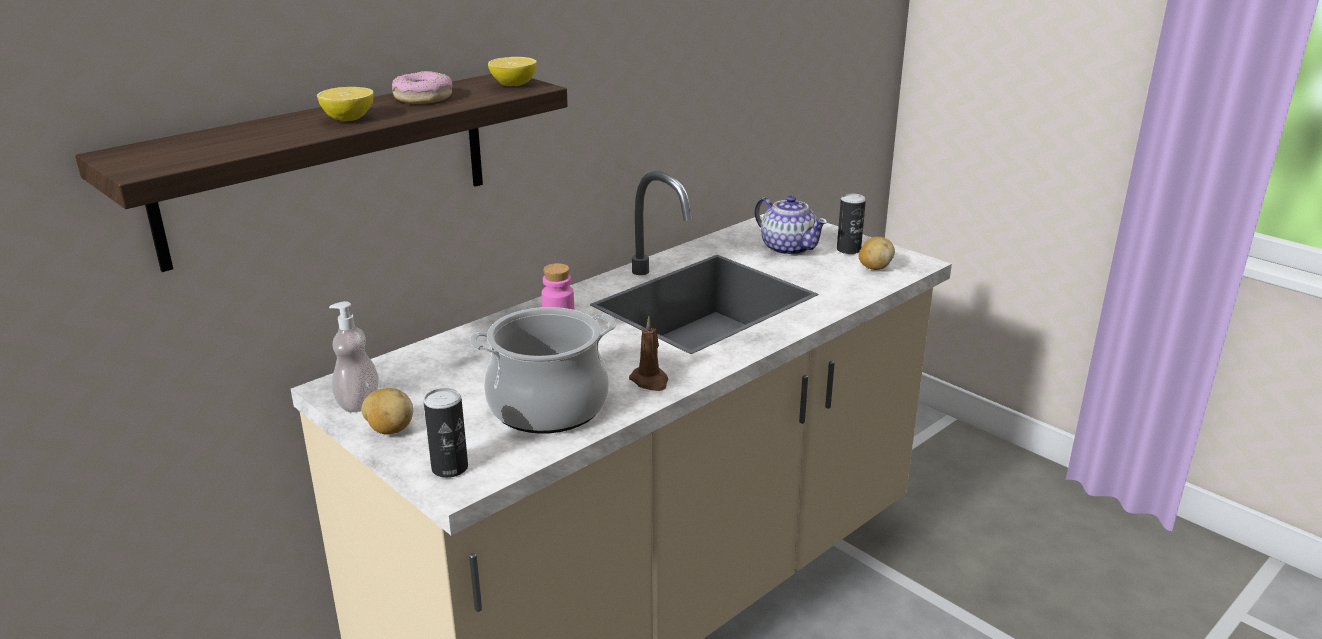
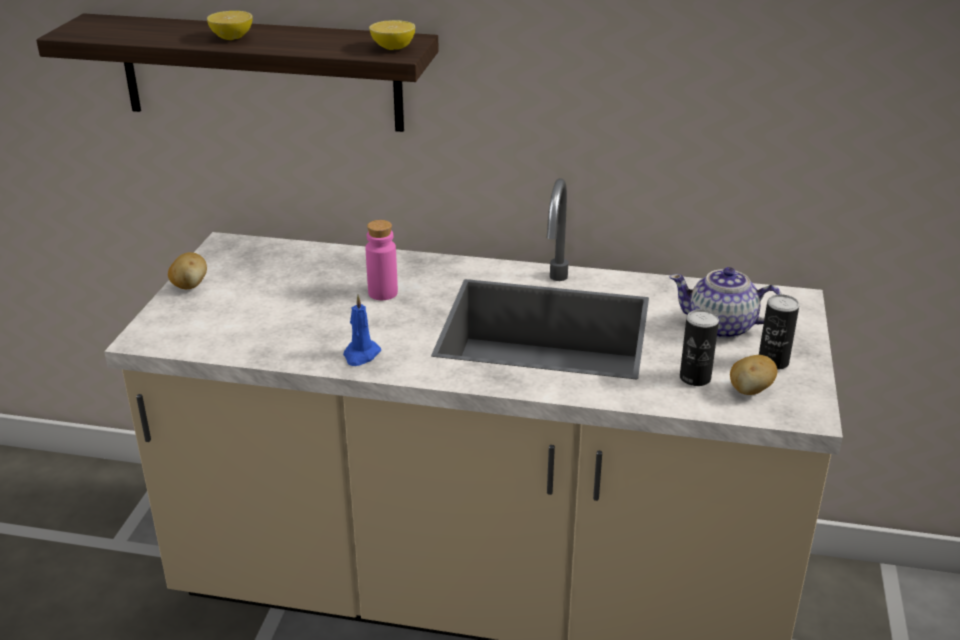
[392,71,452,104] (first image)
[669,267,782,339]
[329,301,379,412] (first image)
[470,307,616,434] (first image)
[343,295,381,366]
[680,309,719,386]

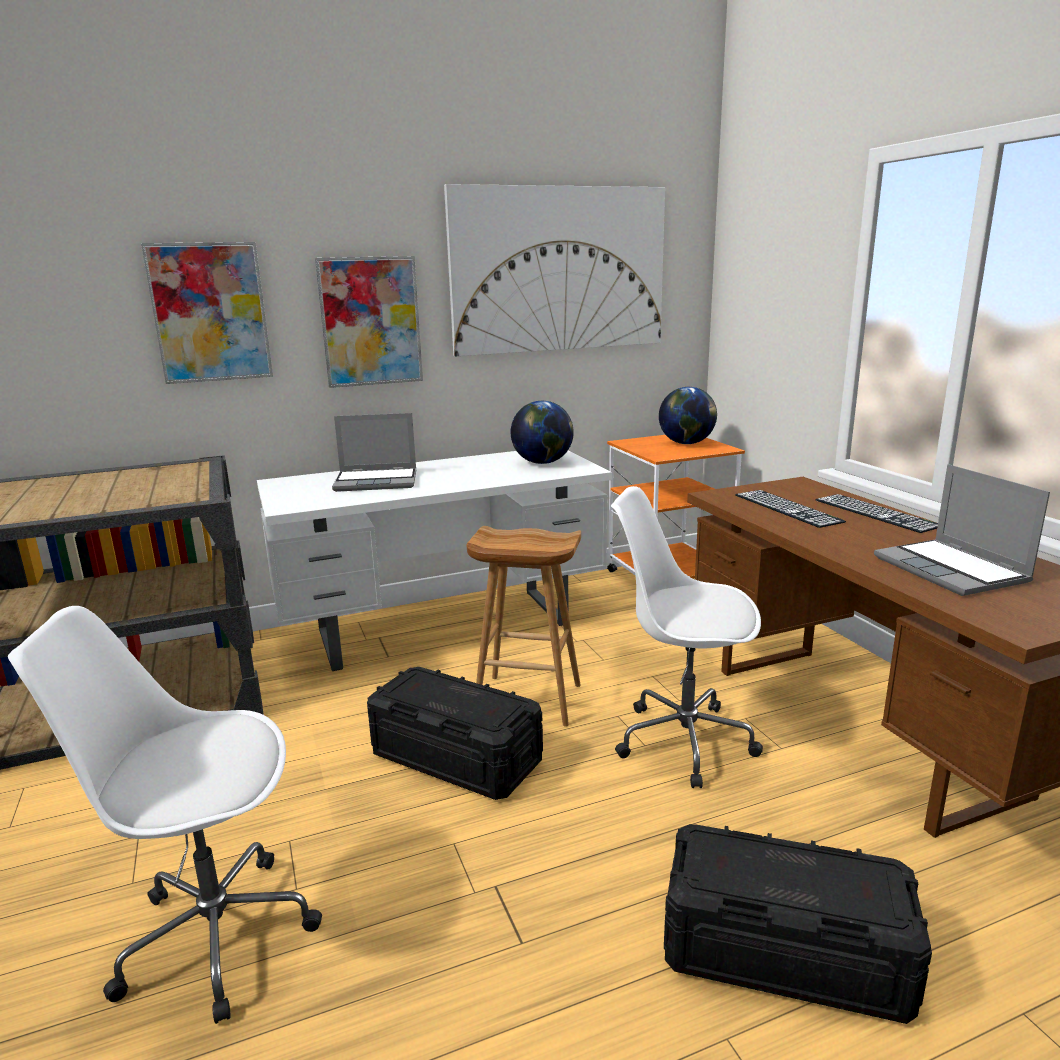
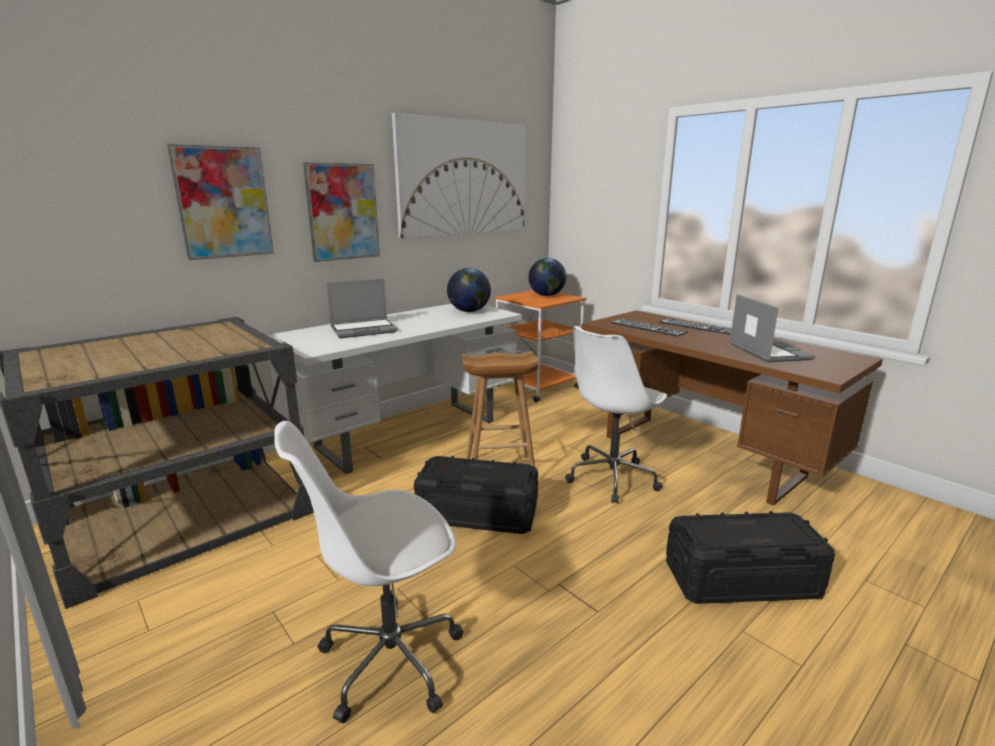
[729,294,815,362]
[565,326,667,503]

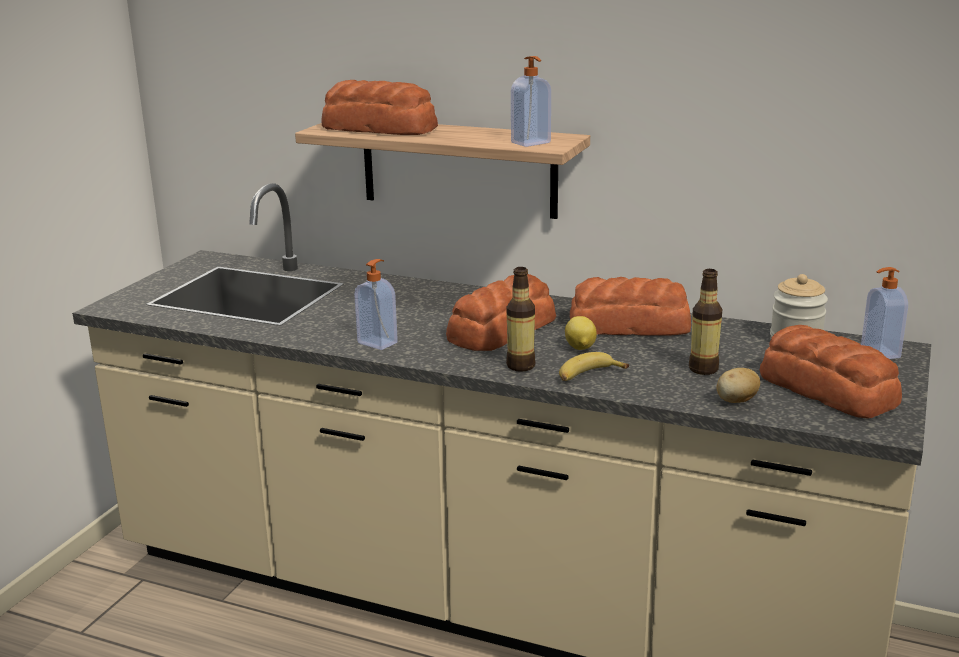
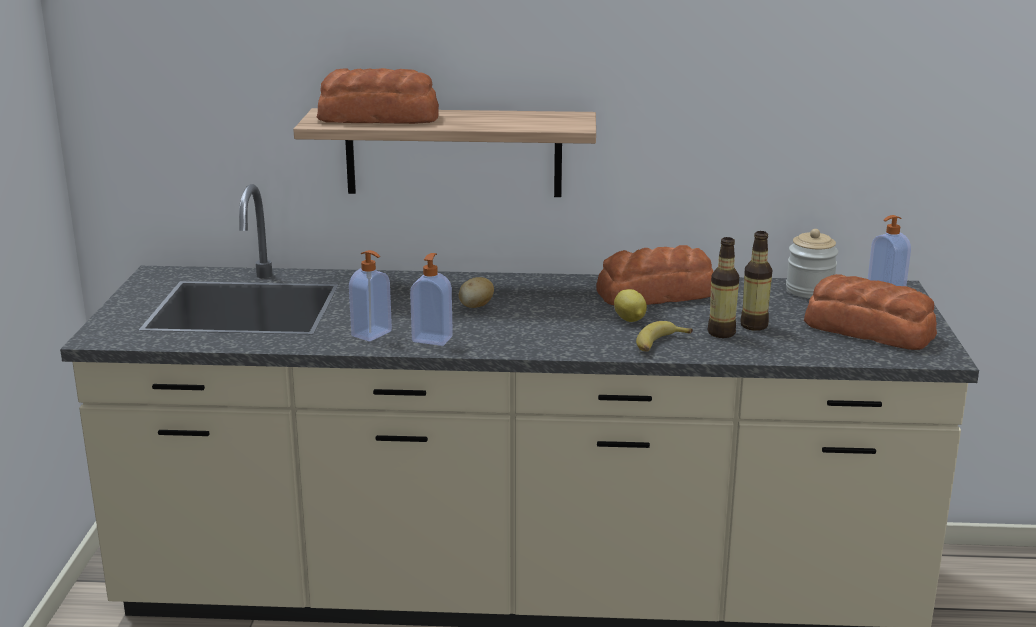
[349,250,392,342]
[708,237,739,338]
[446,274,556,351] (first image)
[459,277,494,308]

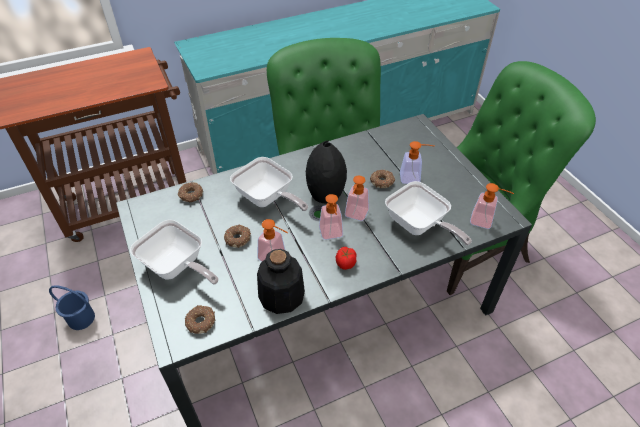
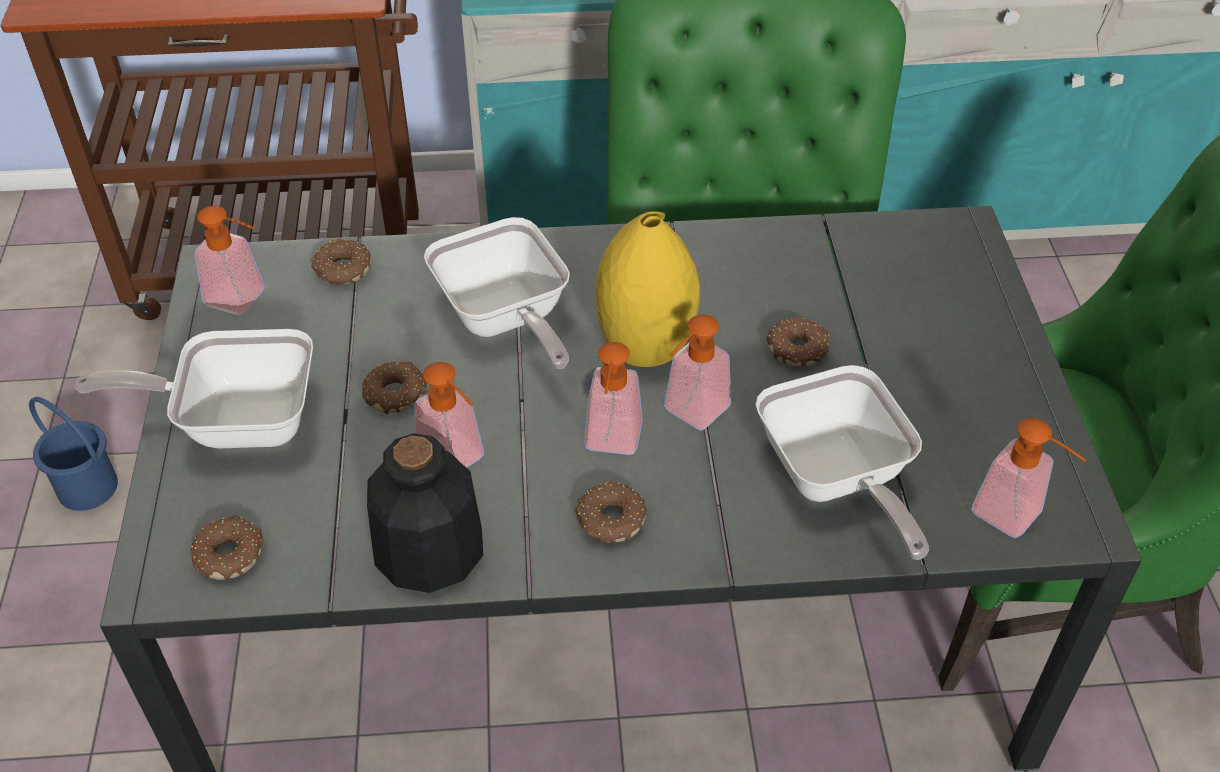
[596,211,700,367]
[195,206,265,315]
[75,329,313,448]
[575,482,647,544]

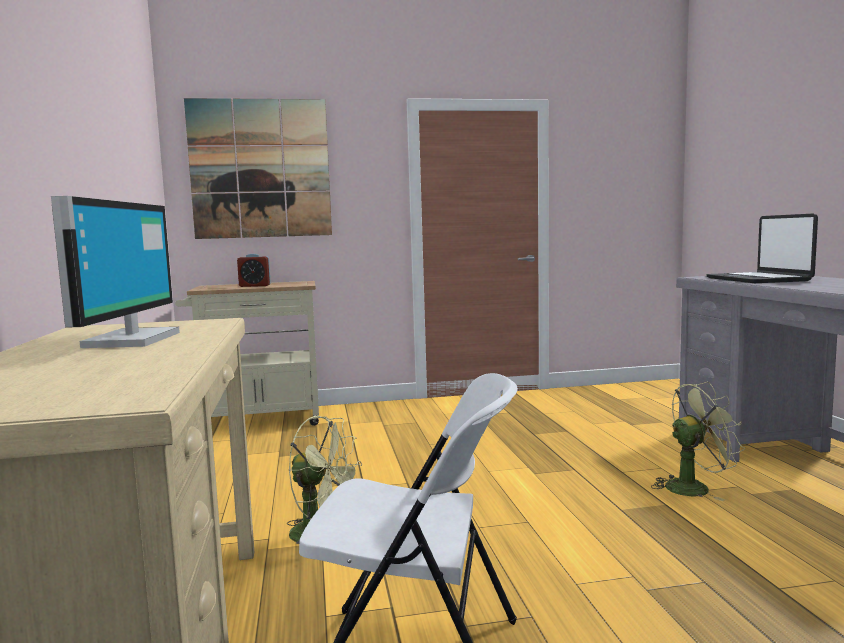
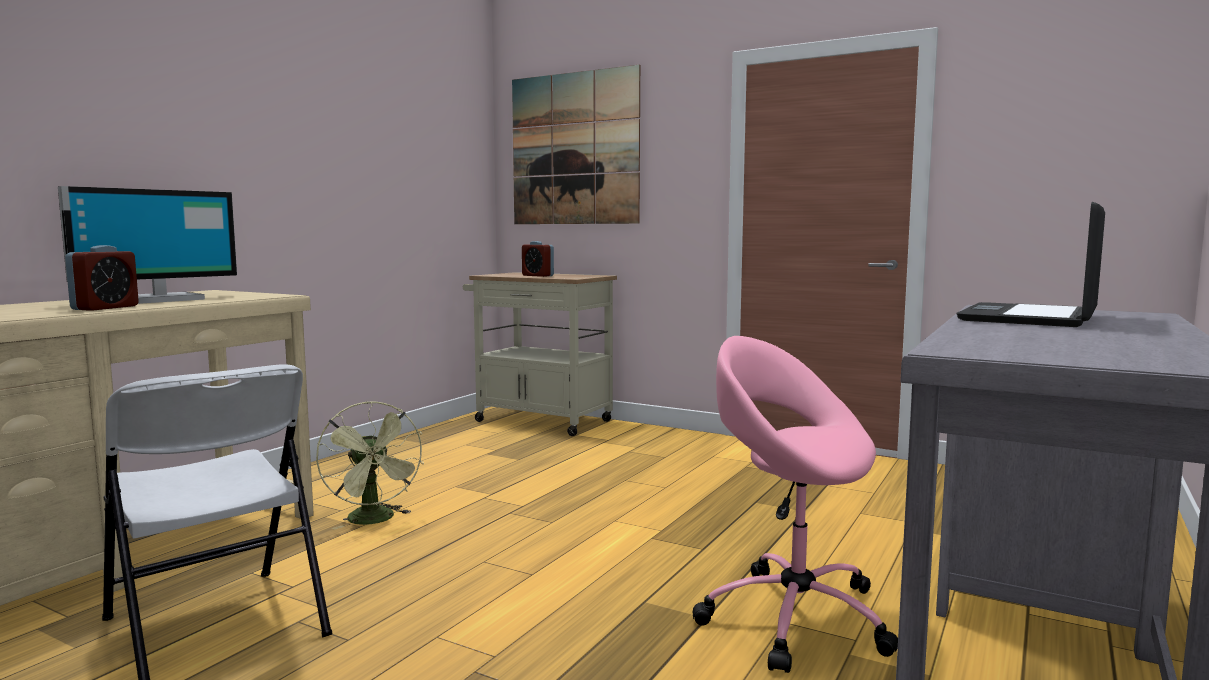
[693,336,898,673]
[65,245,139,311]

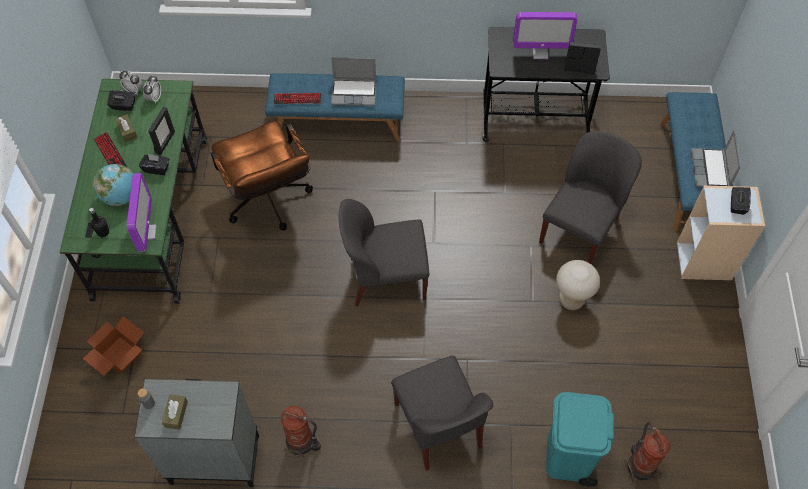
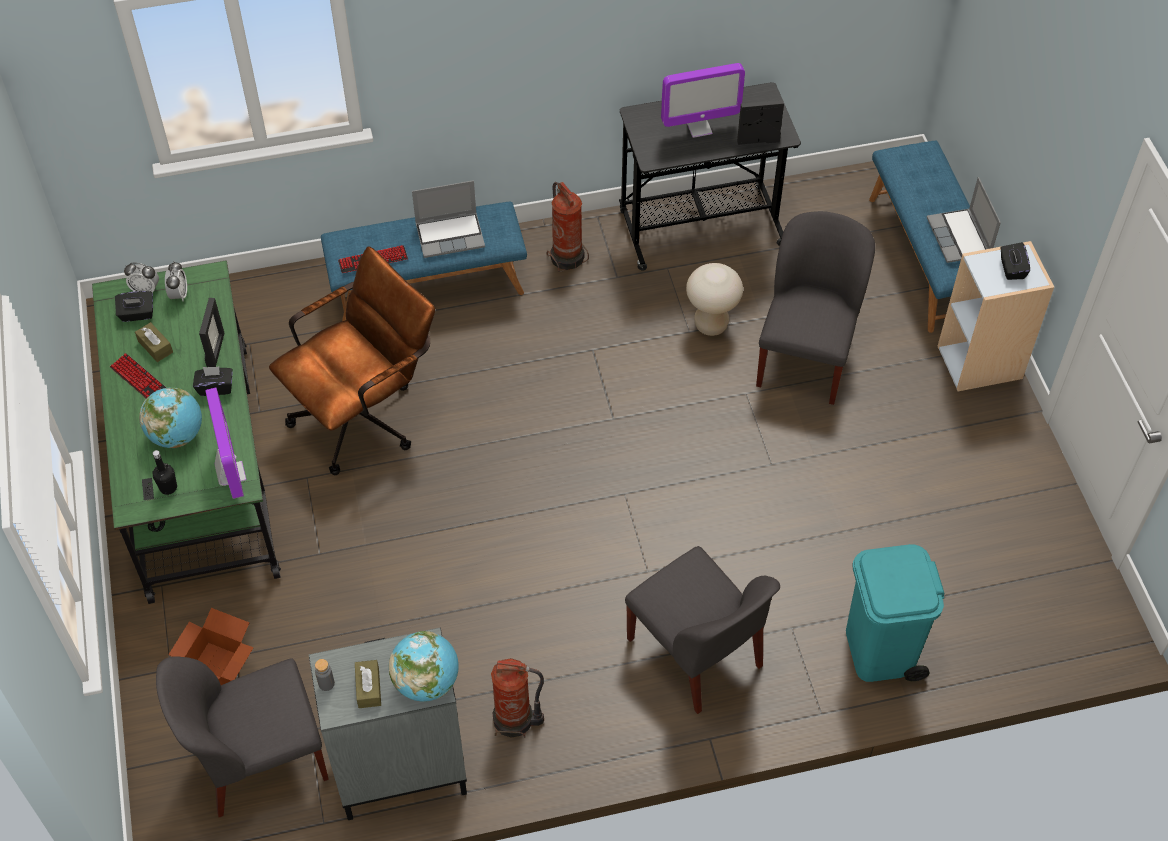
[269,246,435,475]
[156,656,329,817]
[686,263,743,336]
[547,182,589,272]
[389,631,459,702]

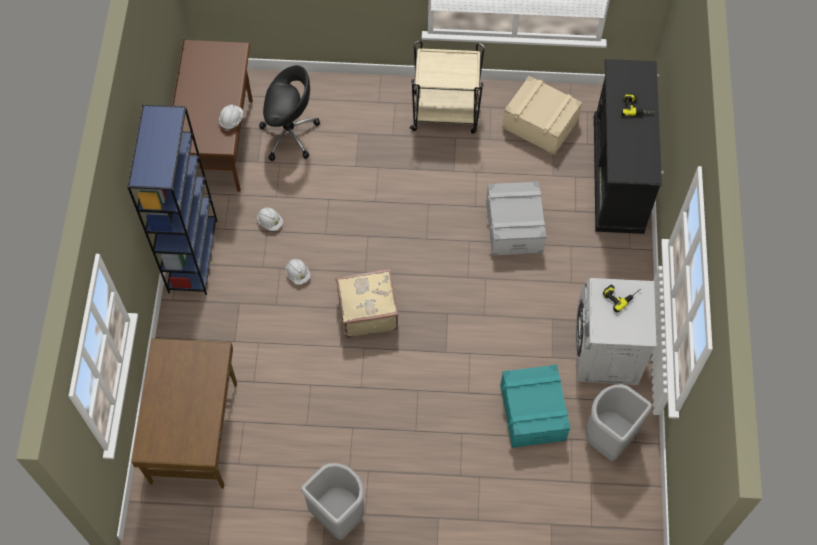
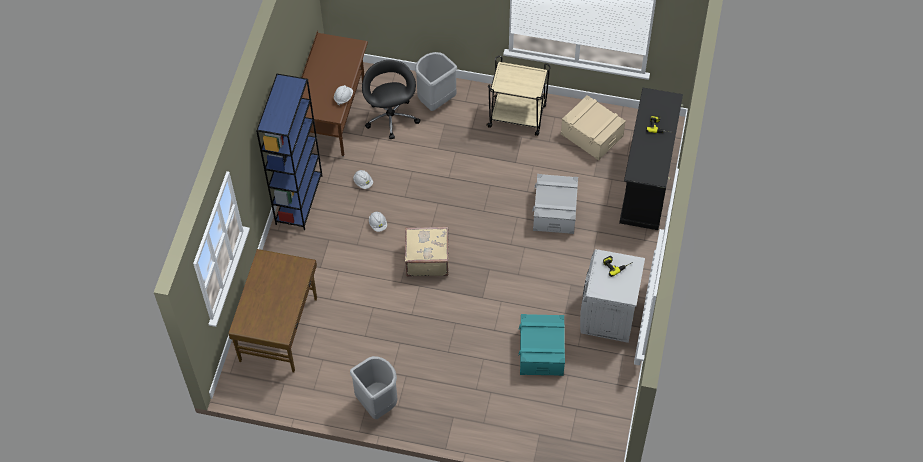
[362,60,421,139]
[415,52,457,111]

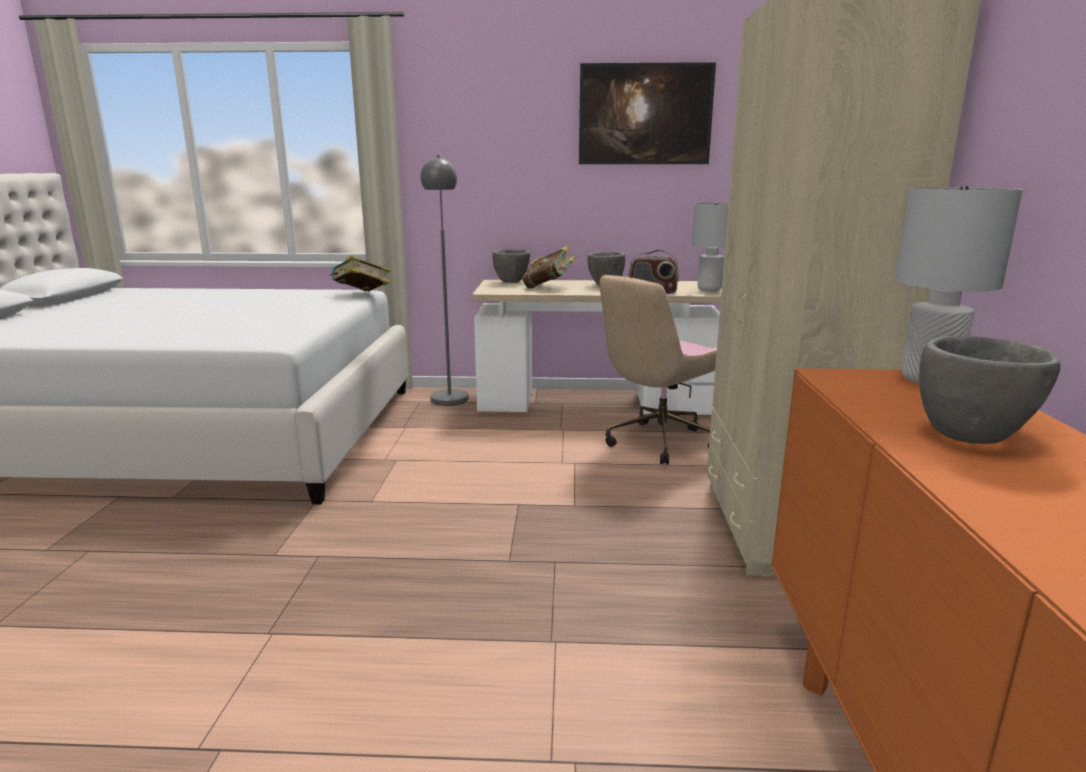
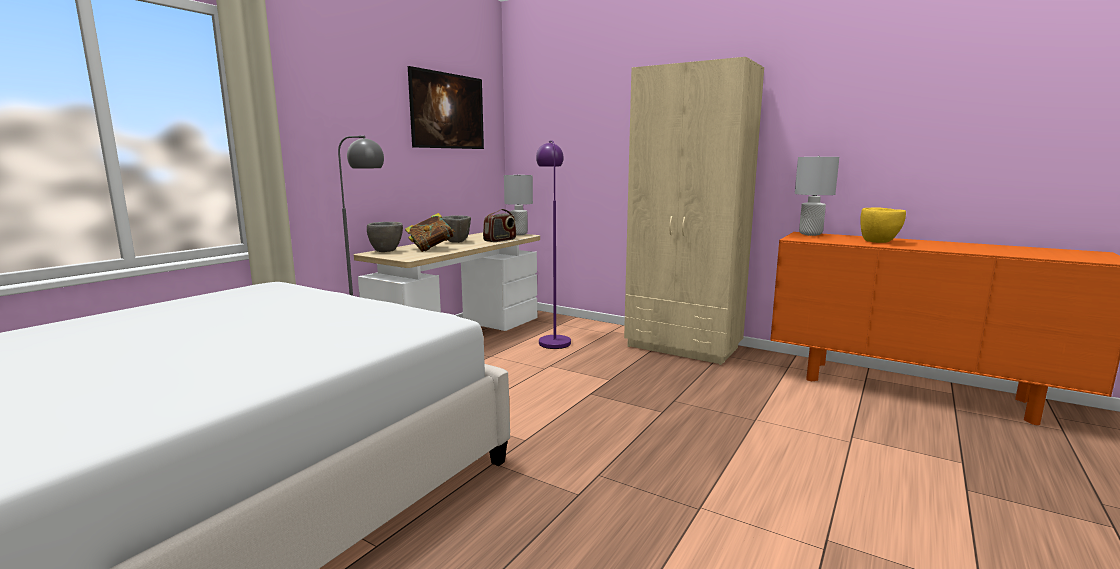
[330,255,391,291] (first image)
[536,140,571,349]
[860,208,906,243]

